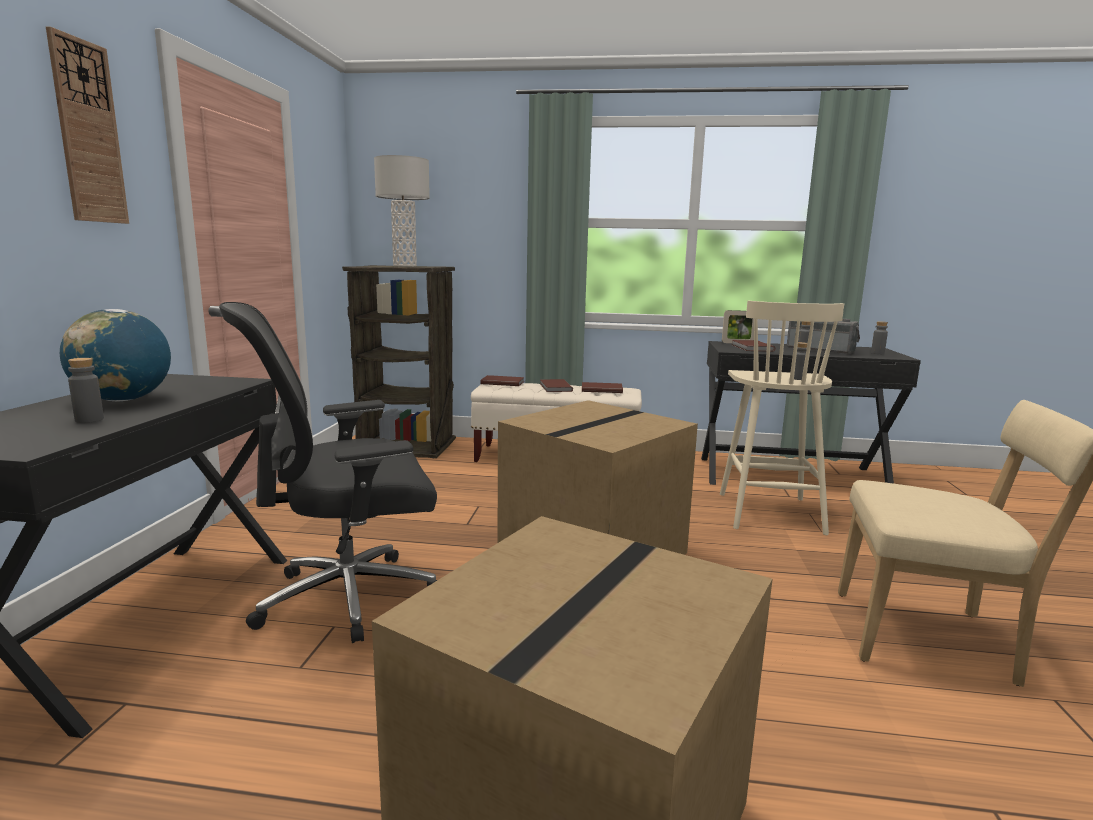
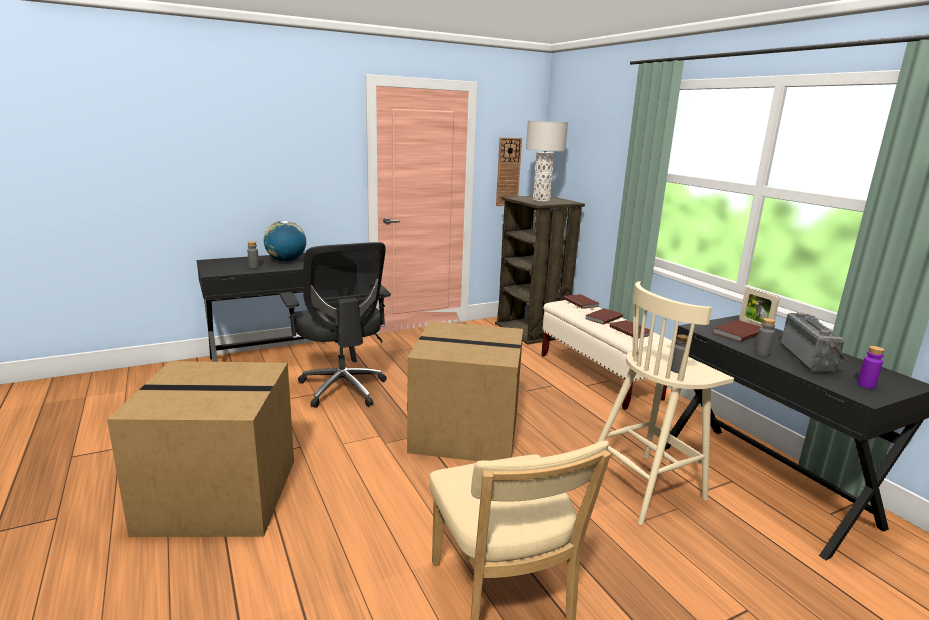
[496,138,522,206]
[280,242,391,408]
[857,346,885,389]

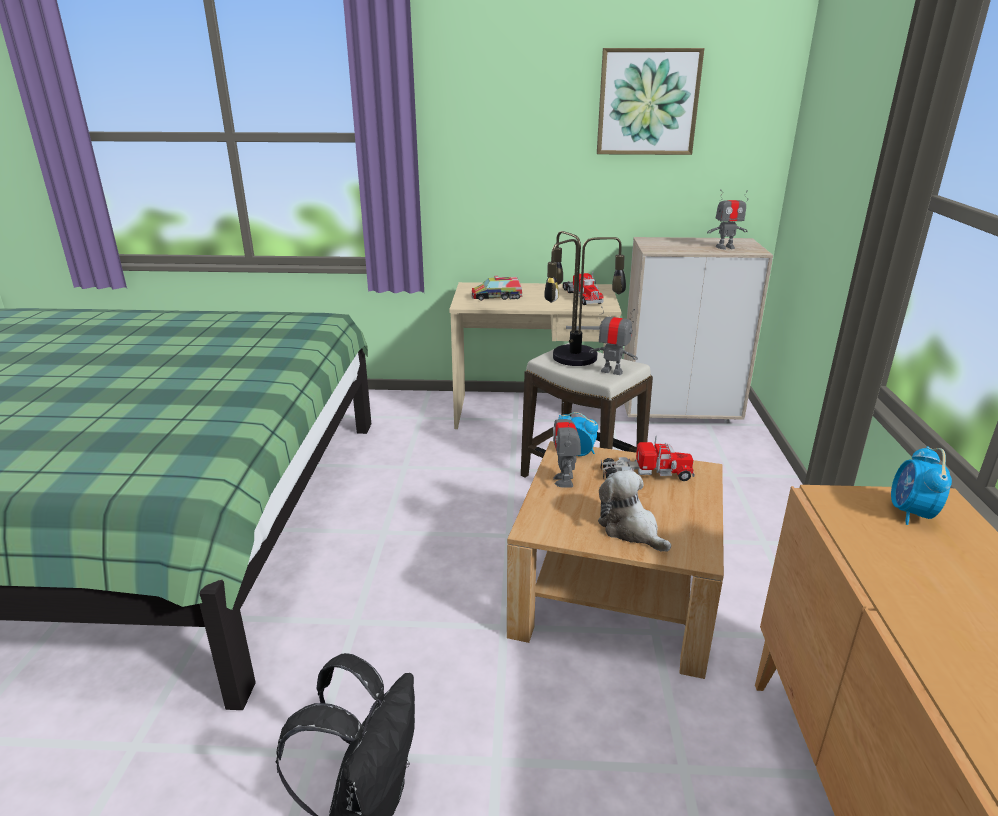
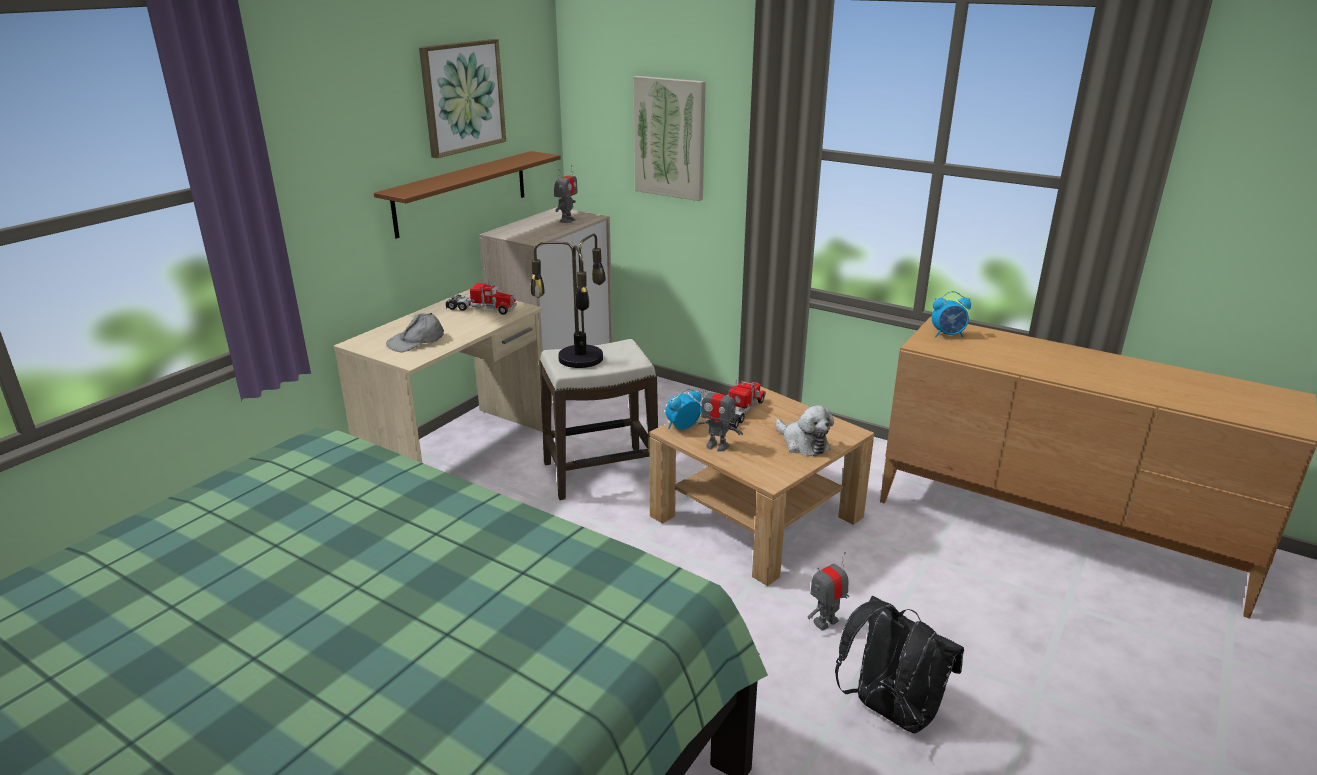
[386,313,444,352]
[808,552,849,631]
[932,291,971,337]
[775,405,834,456]
[633,76,706,201]
[374,151,561,239]

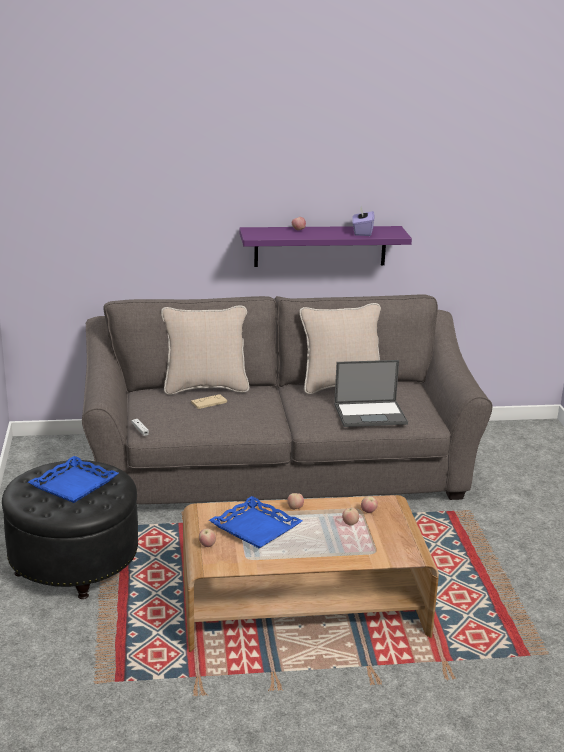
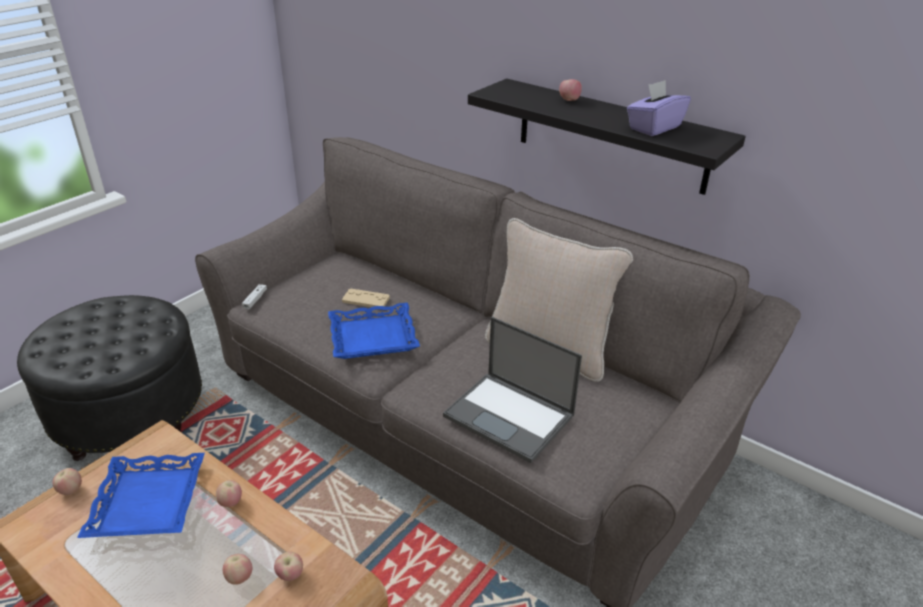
[468,79,746,195]
[161,305,249,395] (first image)
[328,303,420,359]

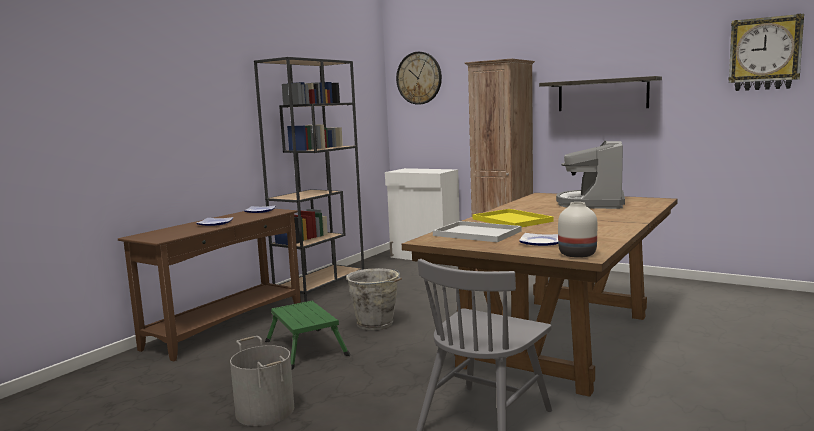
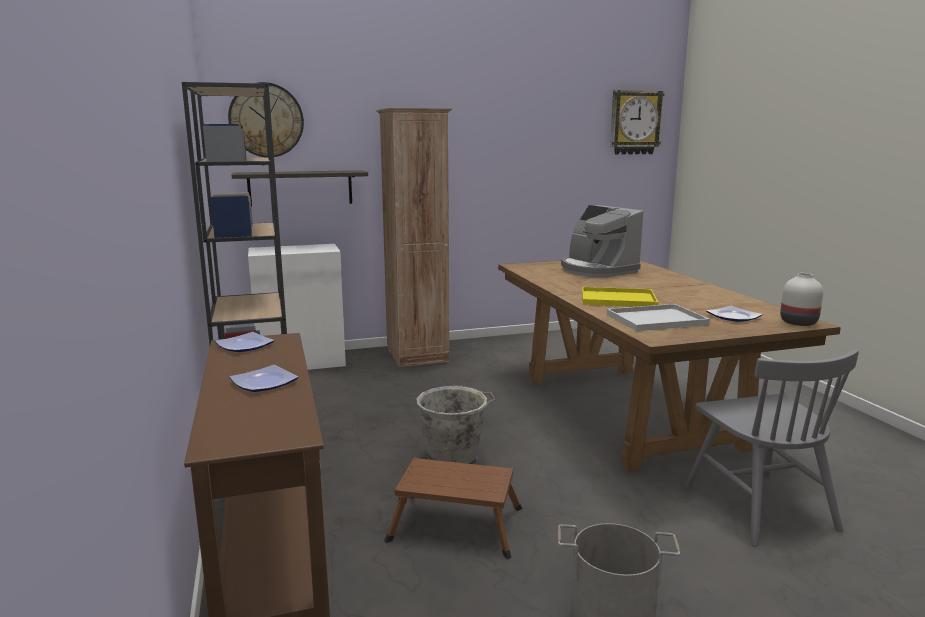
[232,170,368,207]
[384,457,522,559]

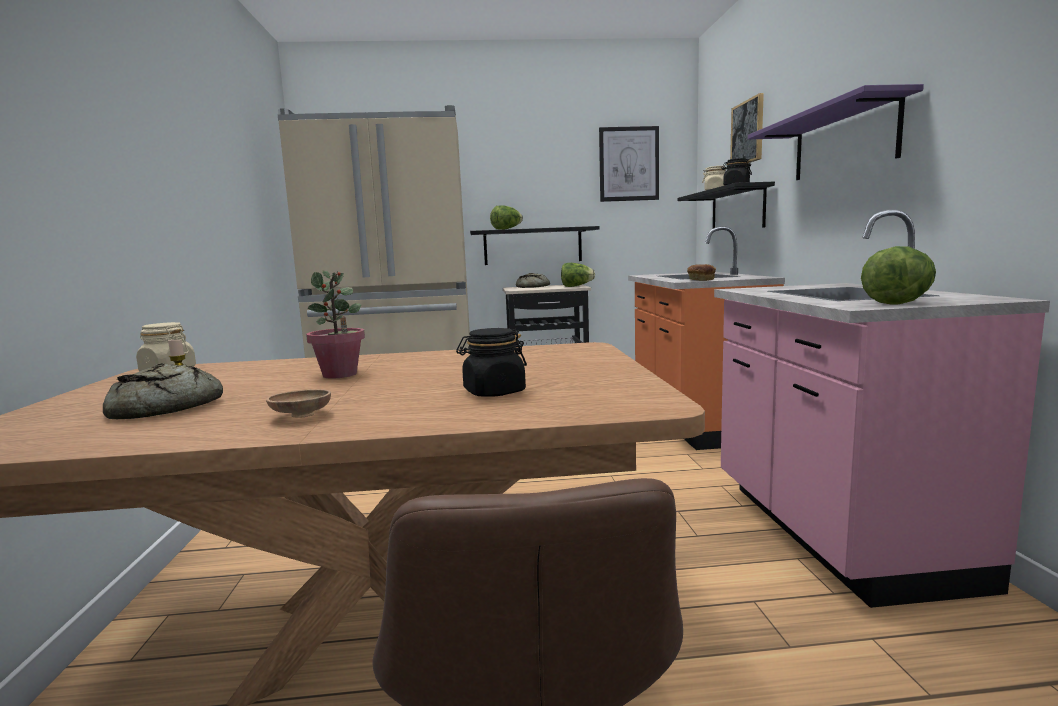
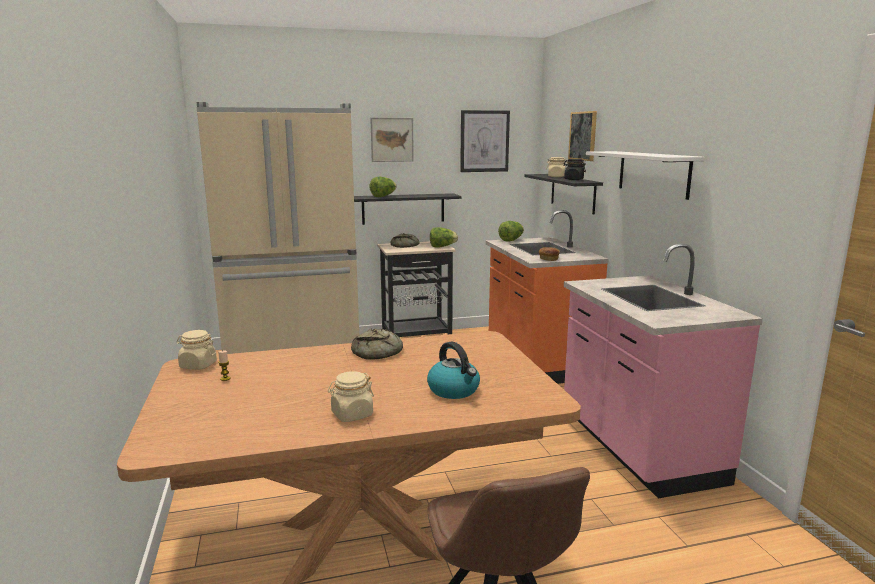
[586,151,705,200]
[498,221,524,242]
[306,271,365,379] (first image)
[427,341,480,399]
[351,329,403,360]
[328,371,374,422]
[370,118,414,162]

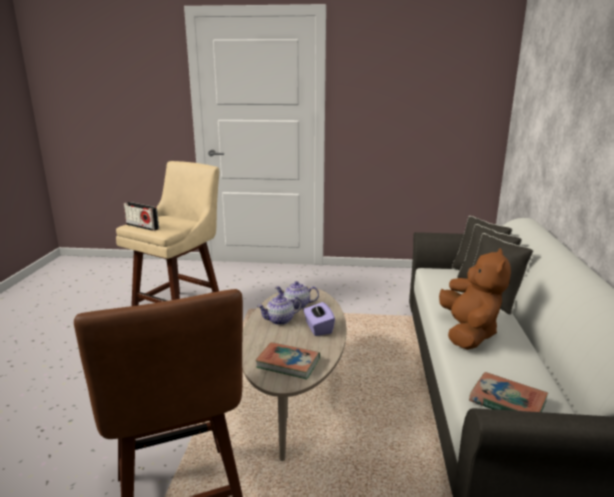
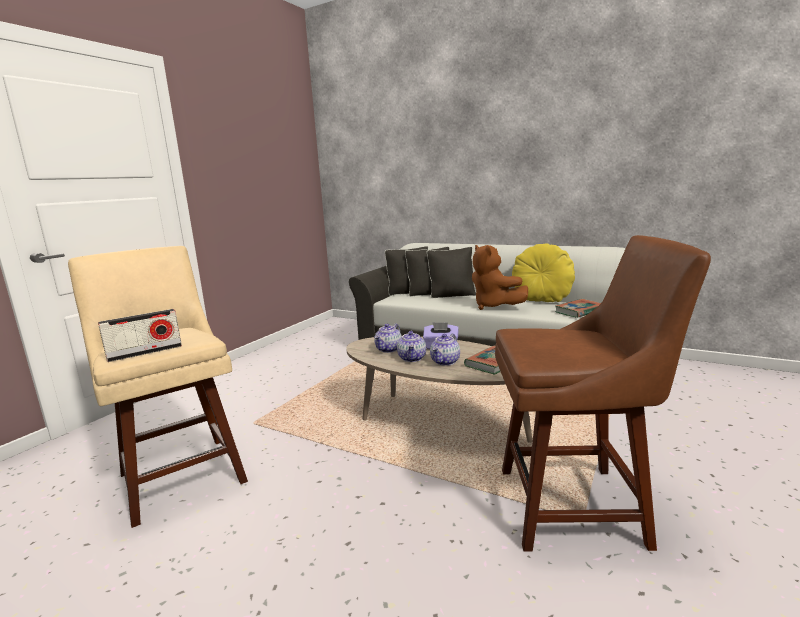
[472,245,528,310]
[512,243,575,302]
[430,333,460,366]

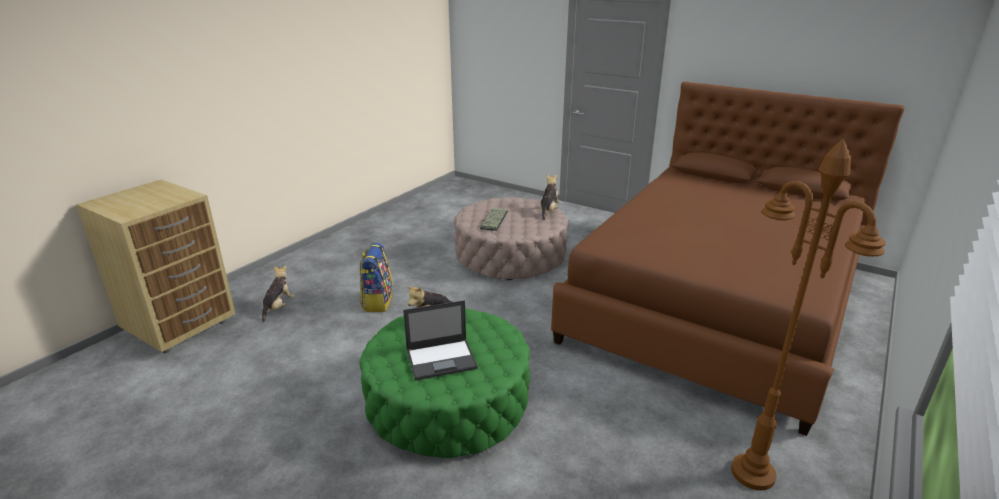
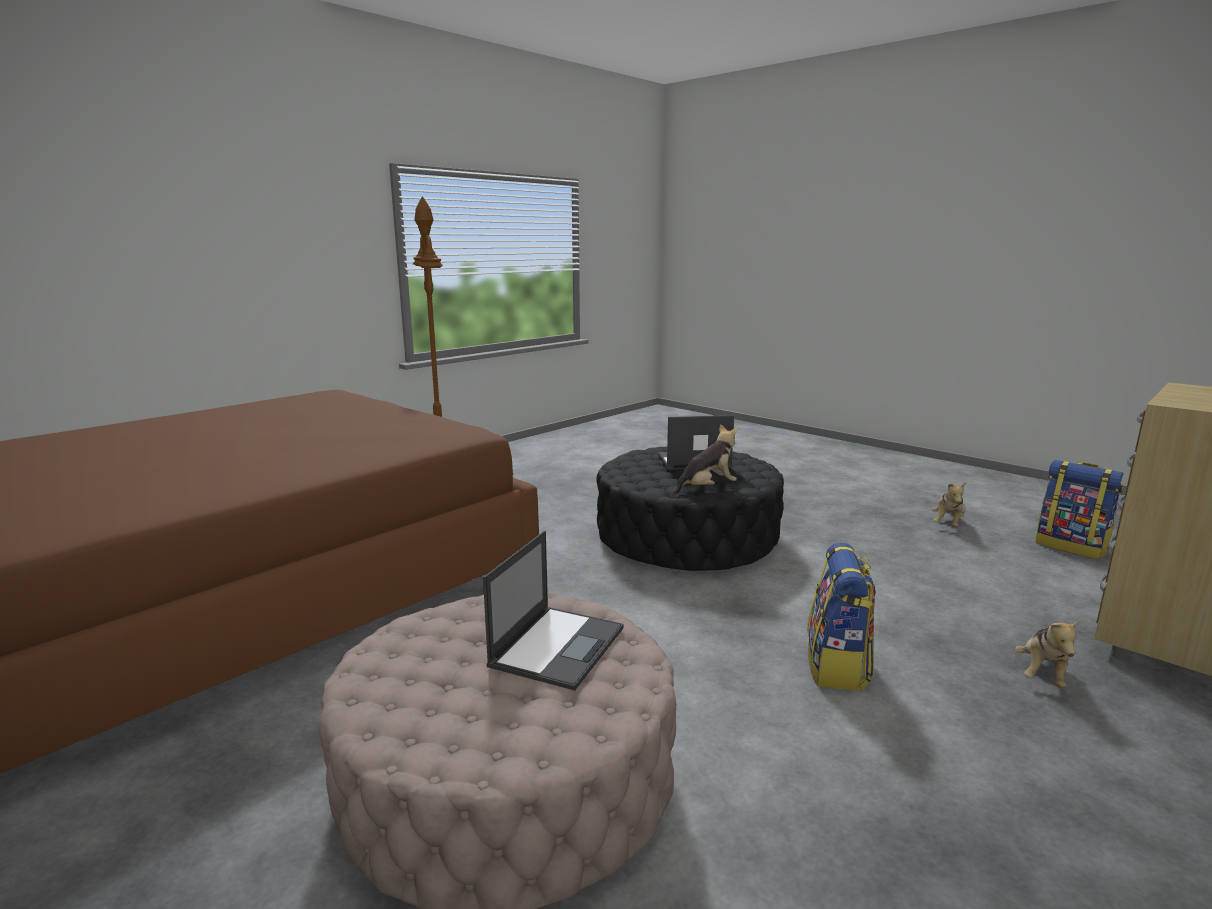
[932,482,966,527]
[483,531,624,691]
[596,447,784,571]
[1035,460,1123,559]

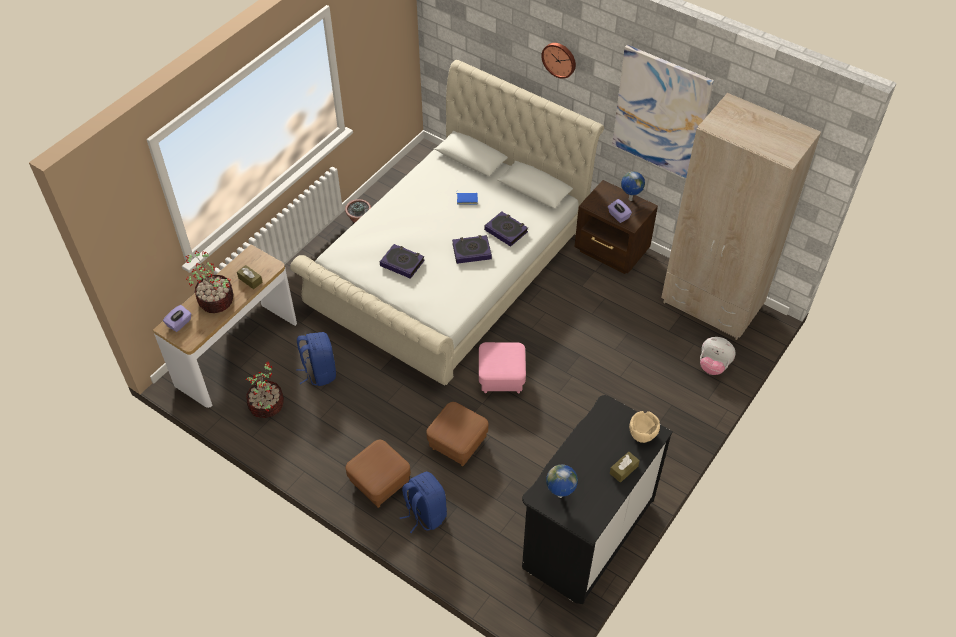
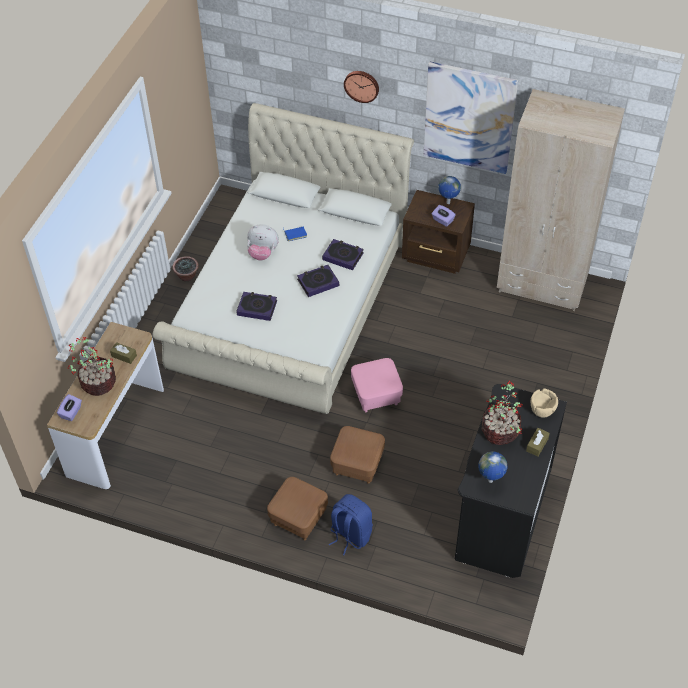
[296,332,336,386] (first image)
[247,224,279,261]
[482,381,523,445]

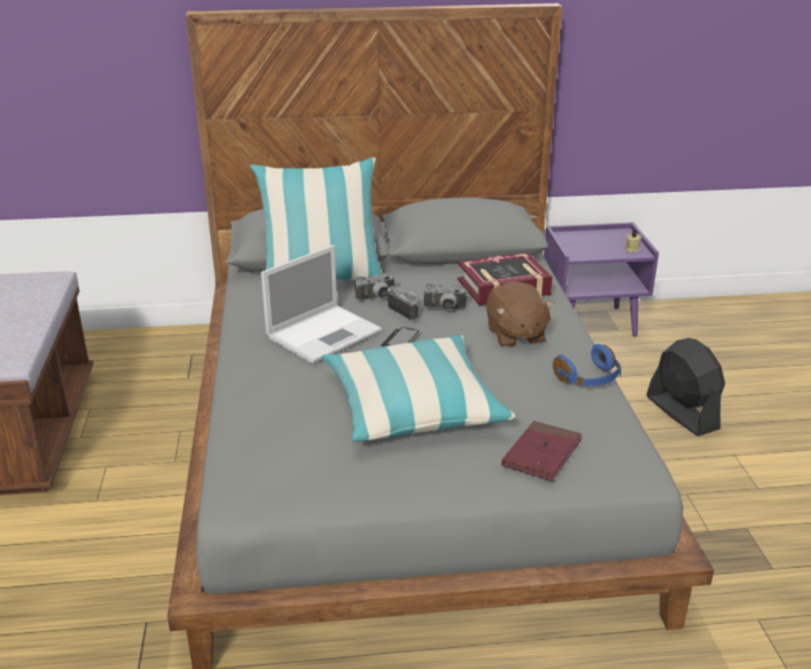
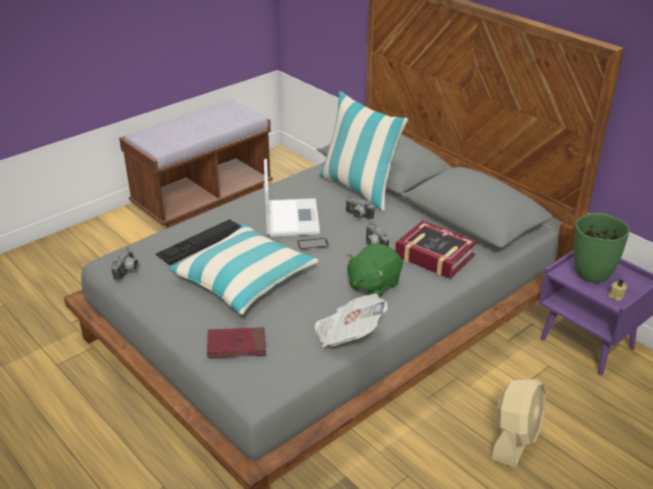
[264,159,320,237]
[346,244,403,298]
[111,248,139,281]
[491,379,546,468]
[314,293,388,348]
[574,213,630,283]
[155,219,241,265]

